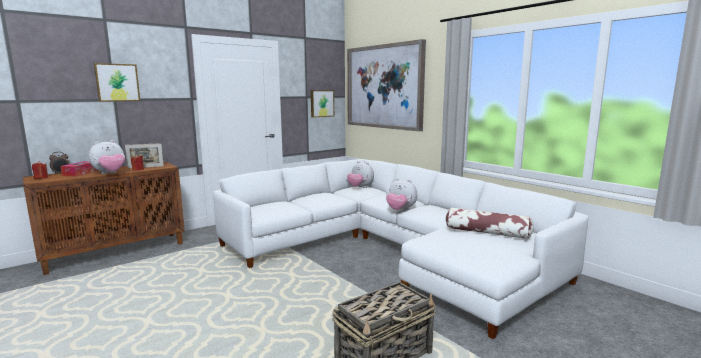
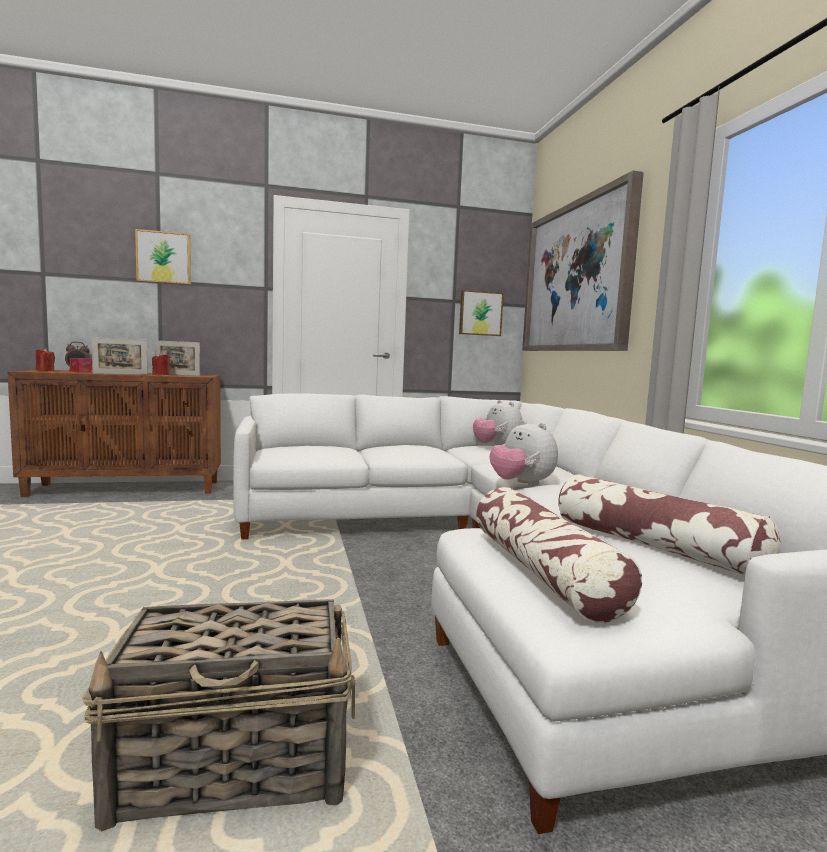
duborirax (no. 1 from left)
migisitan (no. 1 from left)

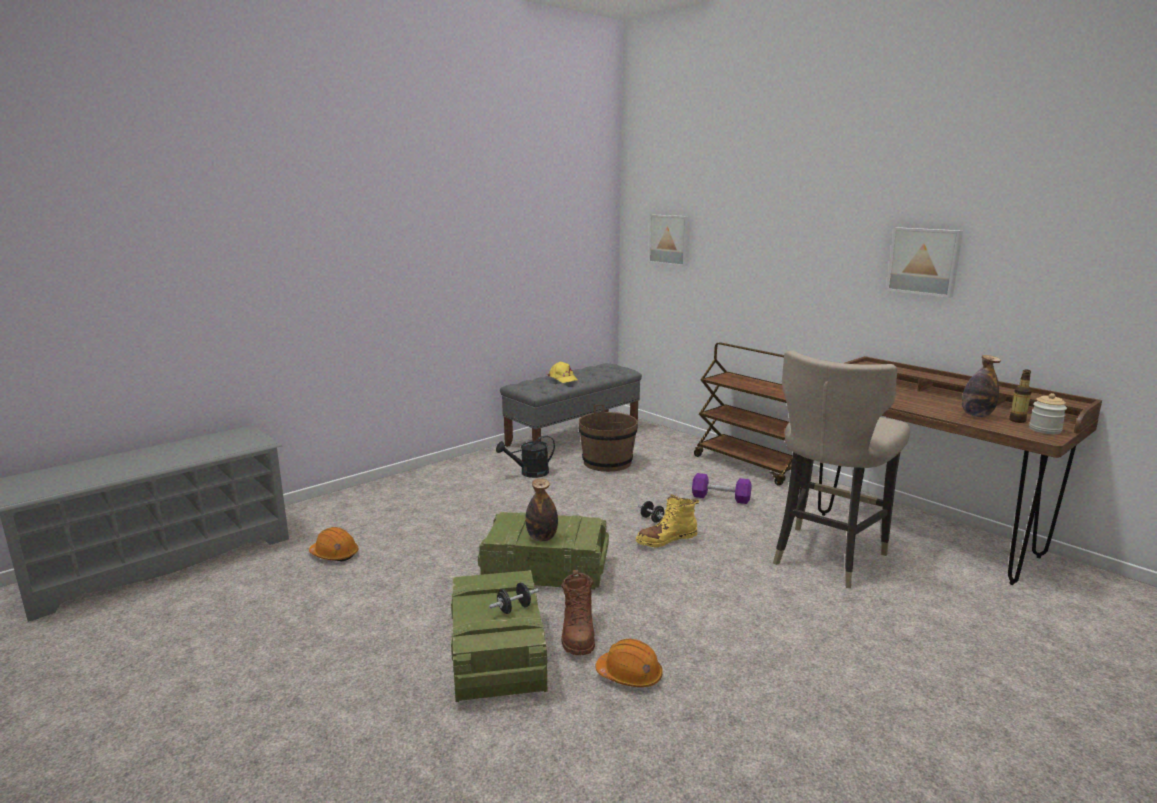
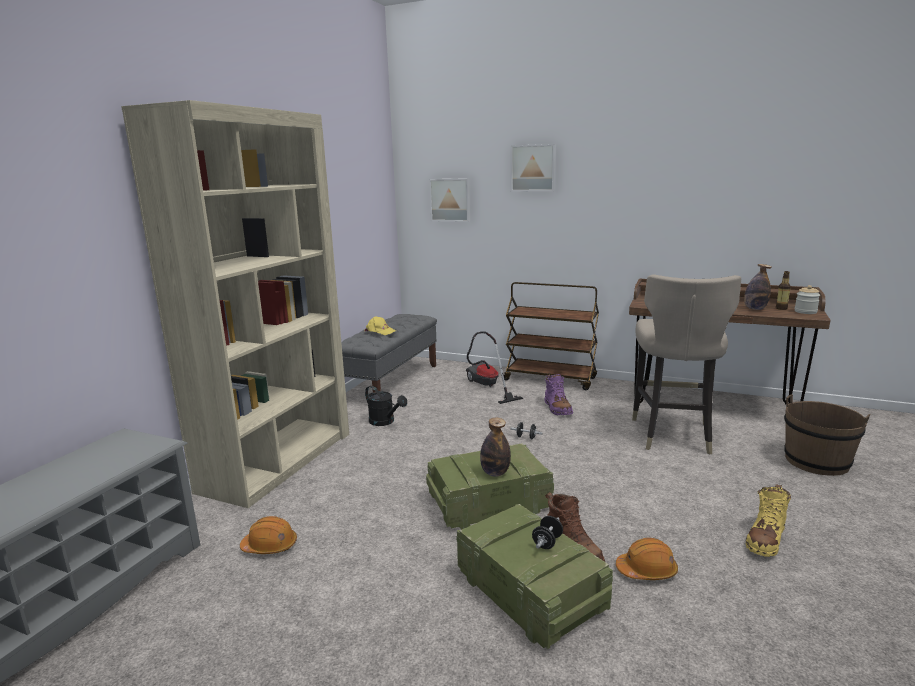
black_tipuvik
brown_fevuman
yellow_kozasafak
purple_kozasafak
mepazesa (no. 2 from left)
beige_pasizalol
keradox

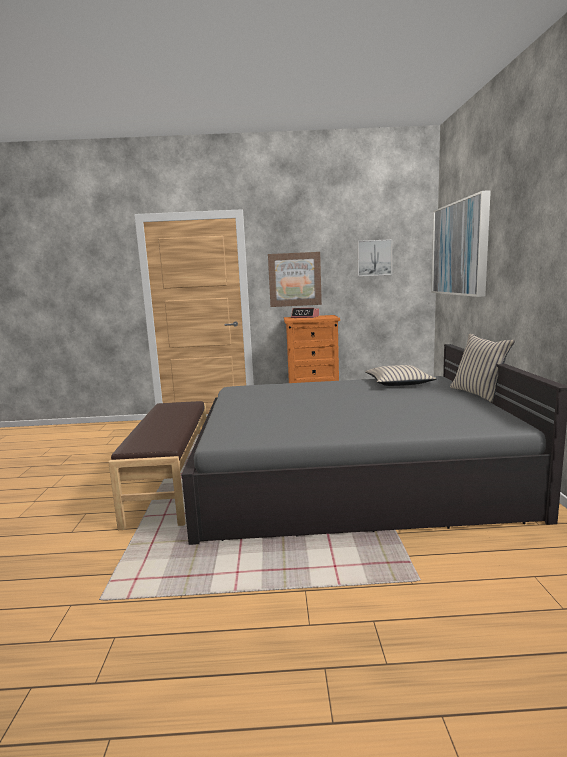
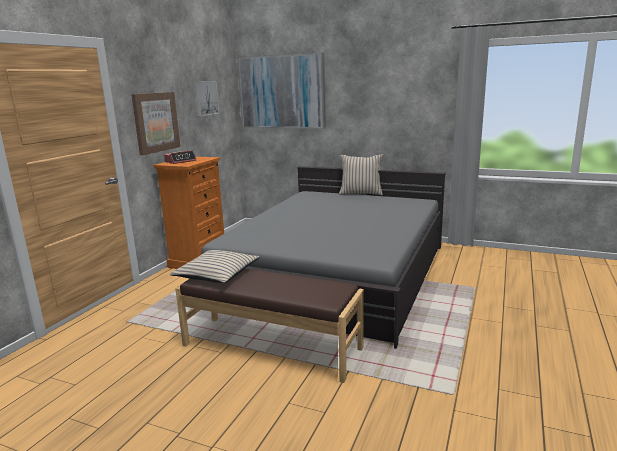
beige_migisitan (no. 1 from left)

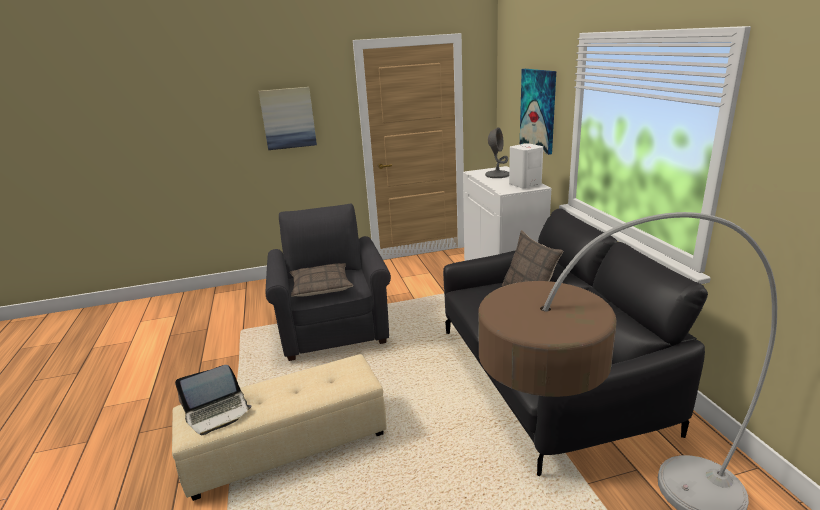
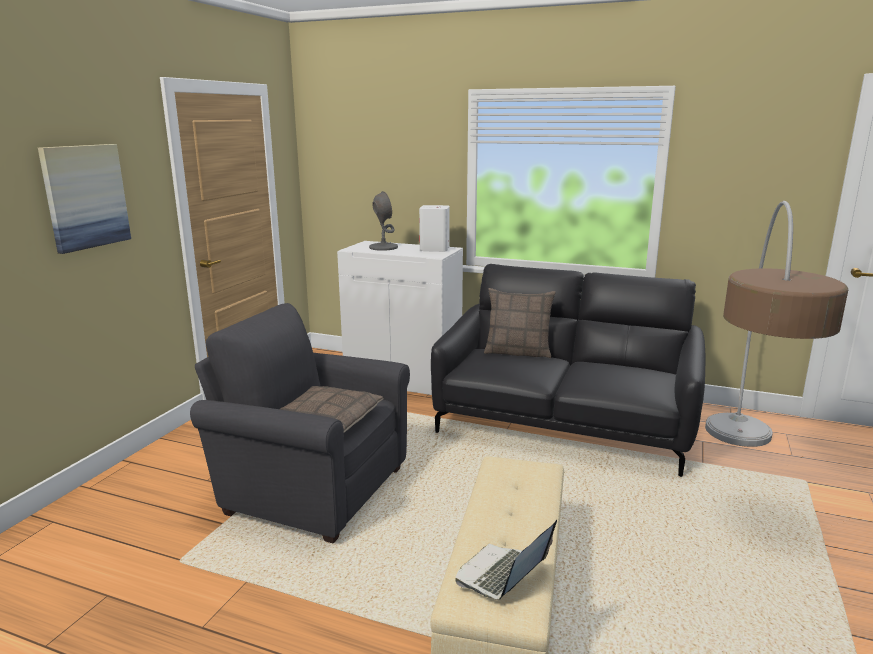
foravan
mepazesa (no. 2 from left in the first image)

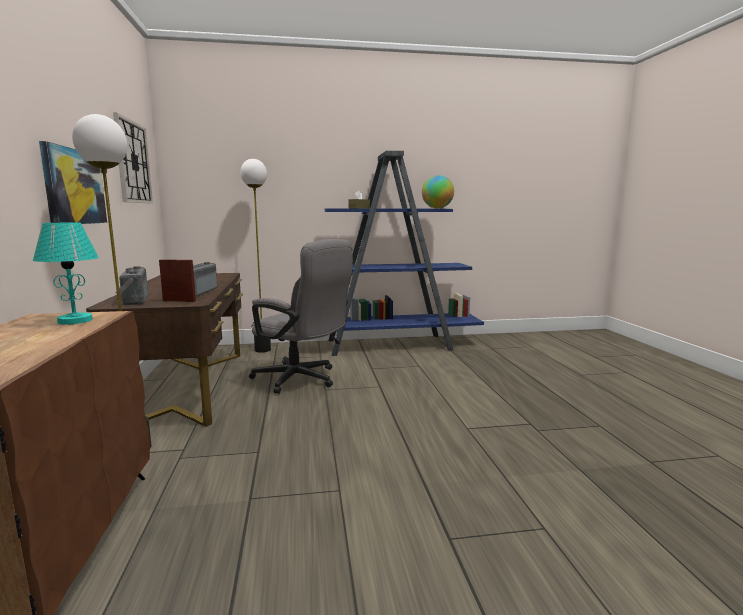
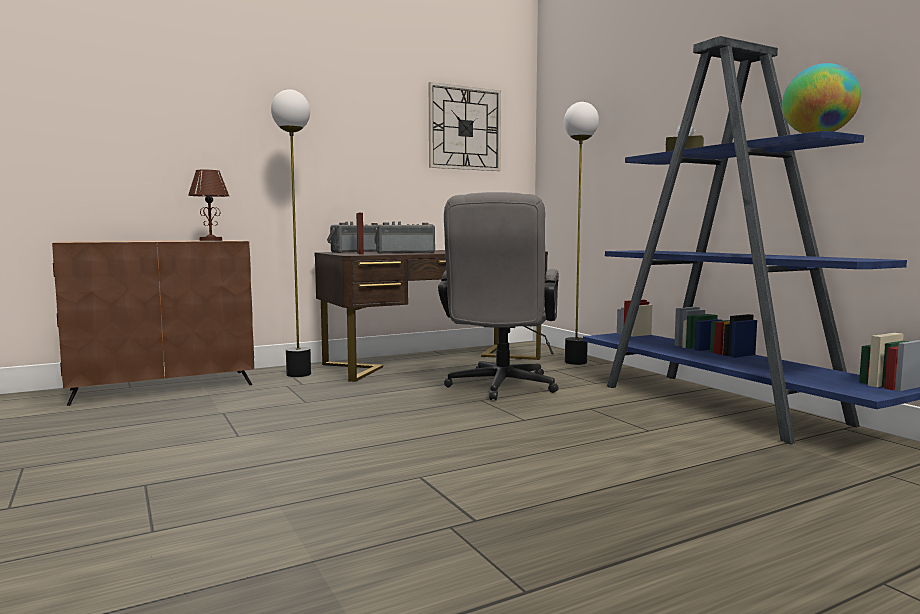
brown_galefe
mepazesa

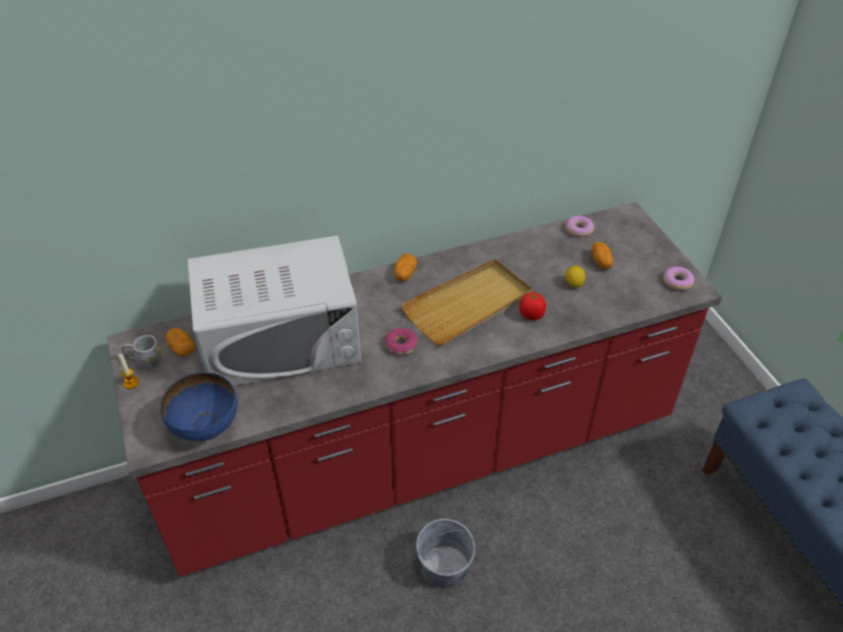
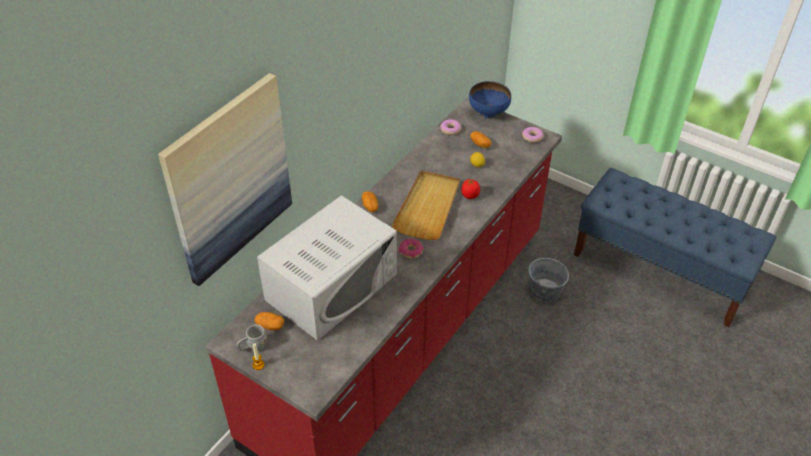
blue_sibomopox
grey_fevuman
mepazesa

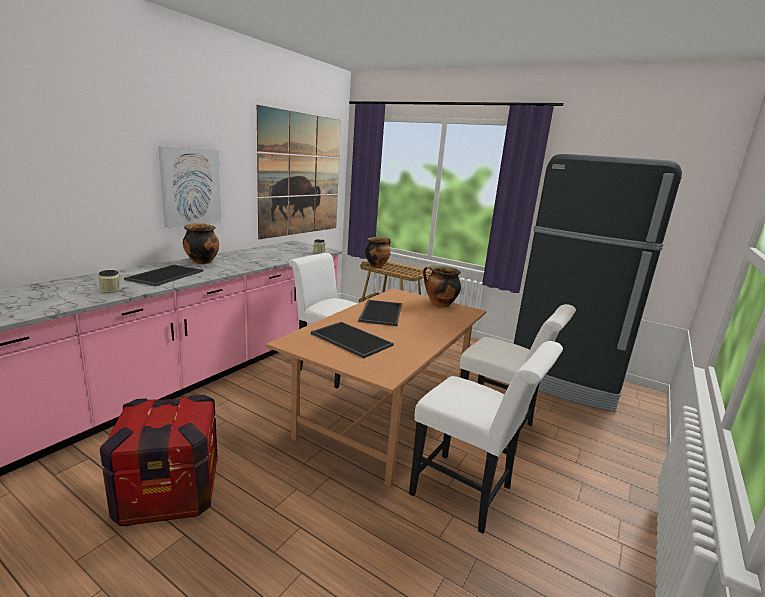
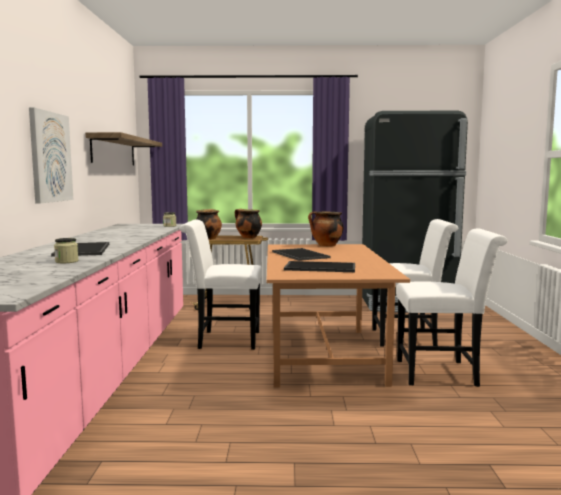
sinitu
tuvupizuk (no. 2 from left)
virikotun

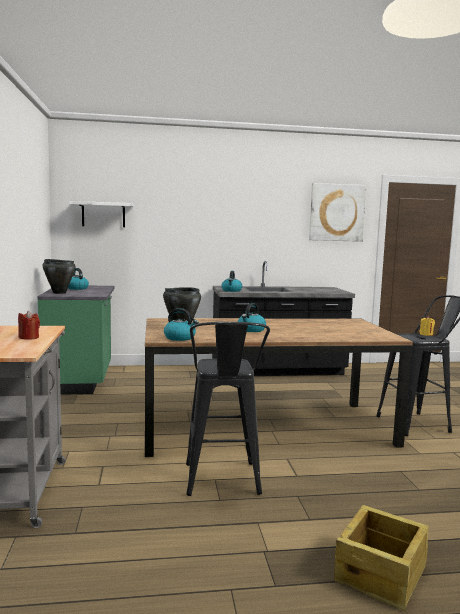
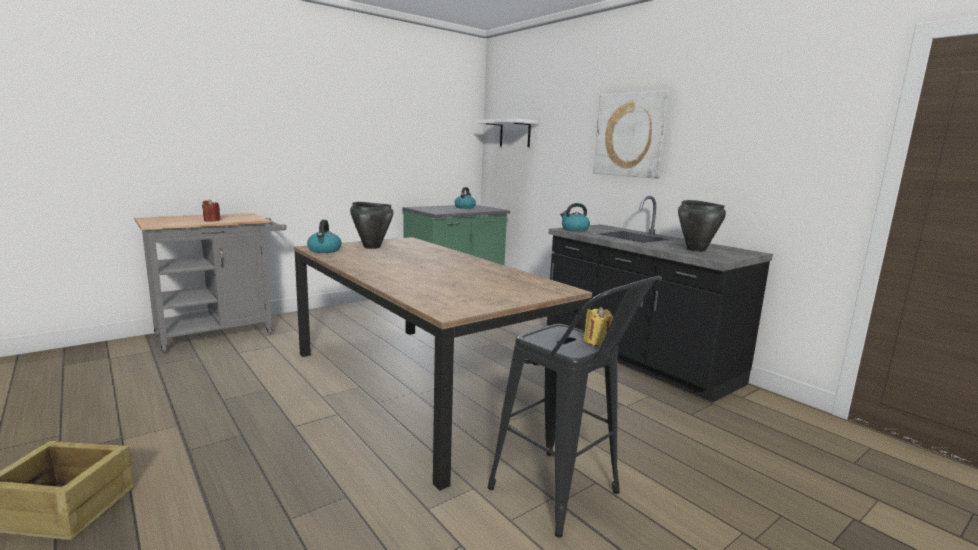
black_tuvupizuk (no. 2 from left)
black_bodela (no. 1 from left in the first image)
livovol (no. 4 from left in the first image)
mepazesa

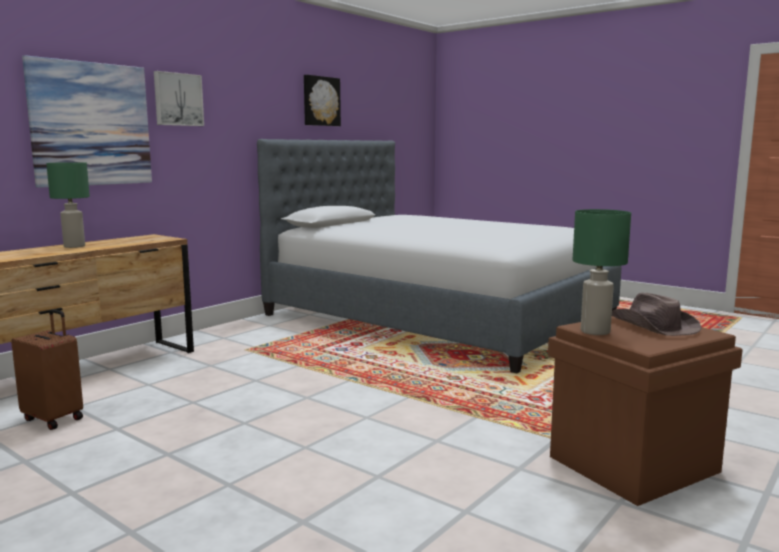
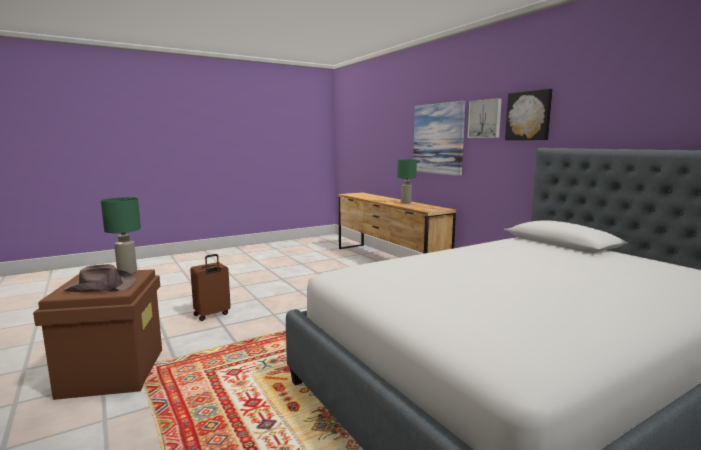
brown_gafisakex
mepazesa (no. 3 from left)

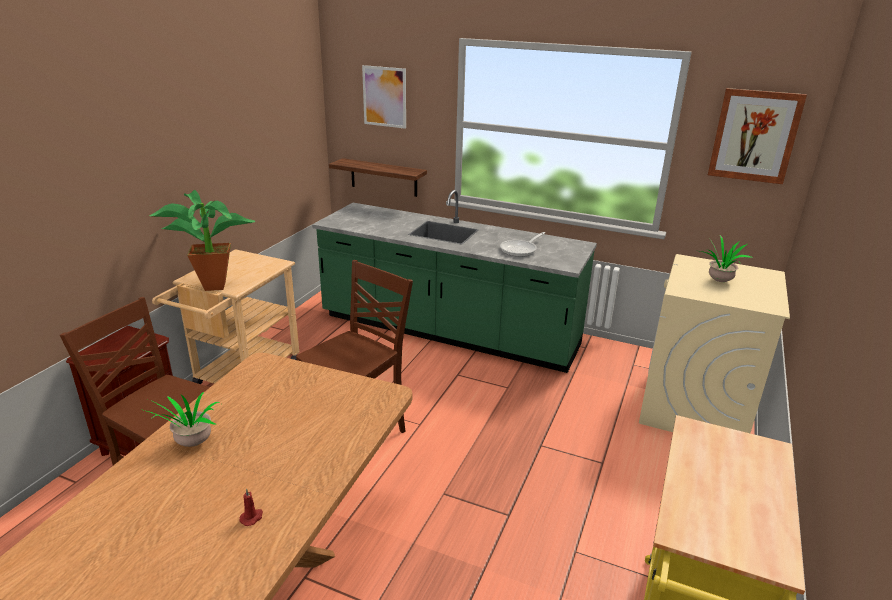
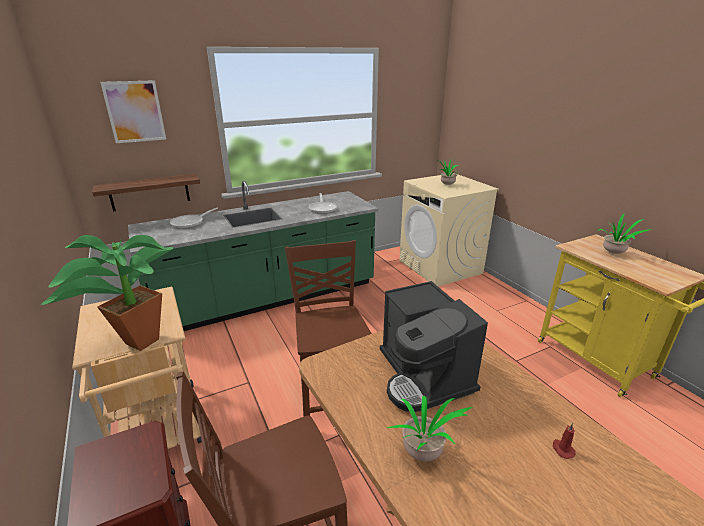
mepazesa (no. 2 from left in the first image)
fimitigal (no. 1 from left)
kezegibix
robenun (no. 4 from left)

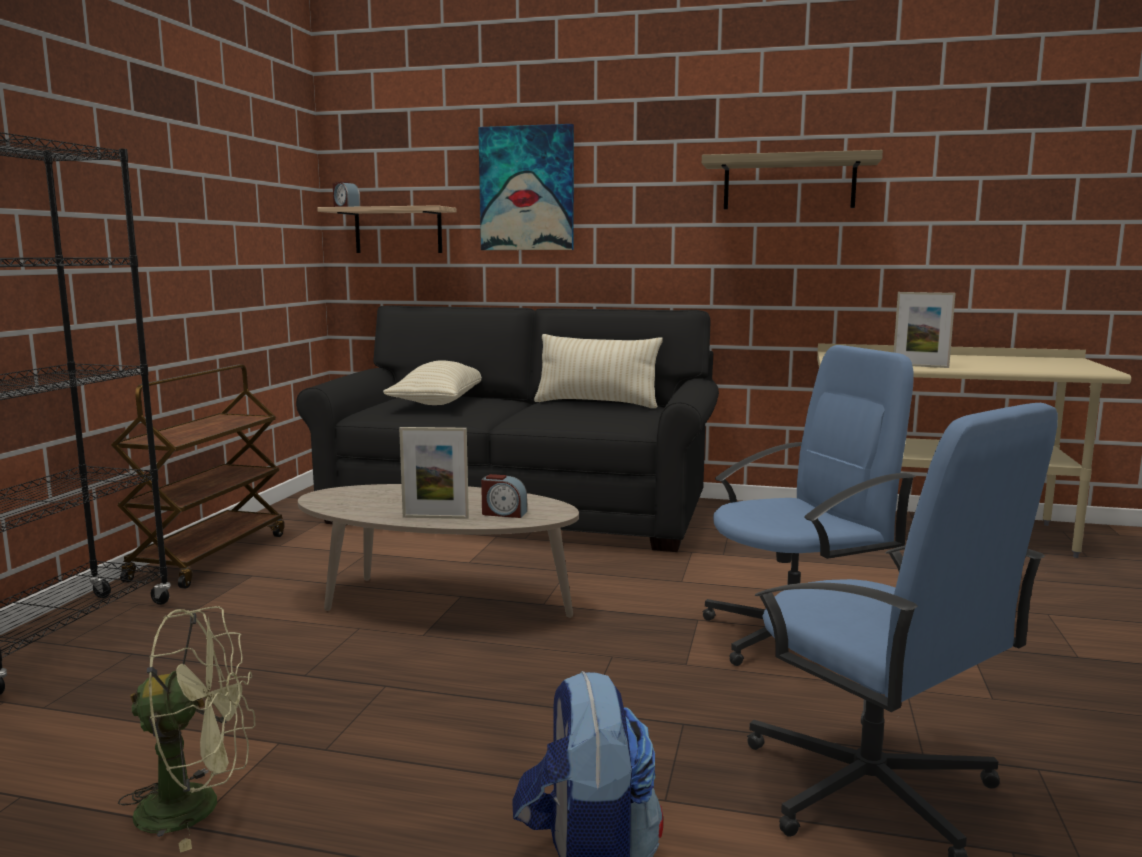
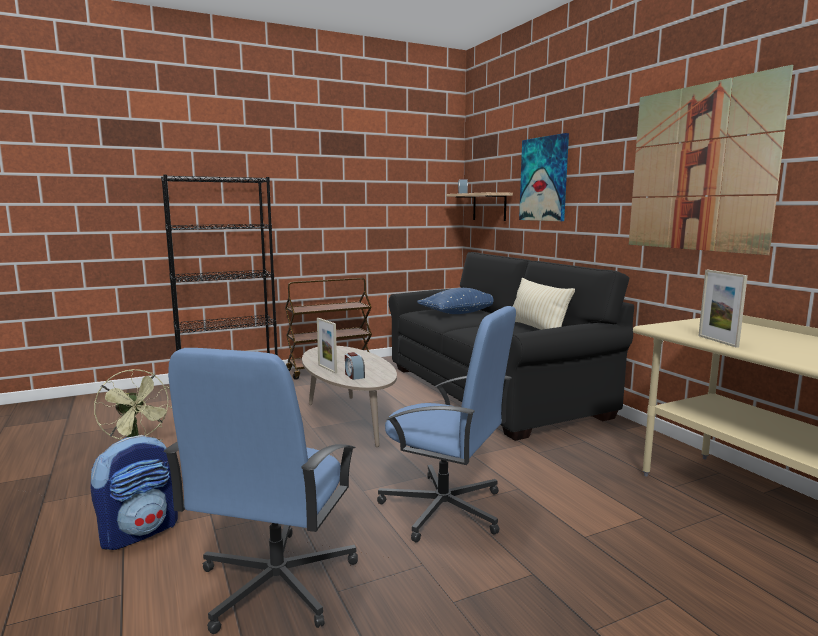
blue_migisitan
mepazesa (no. 2 from left)

